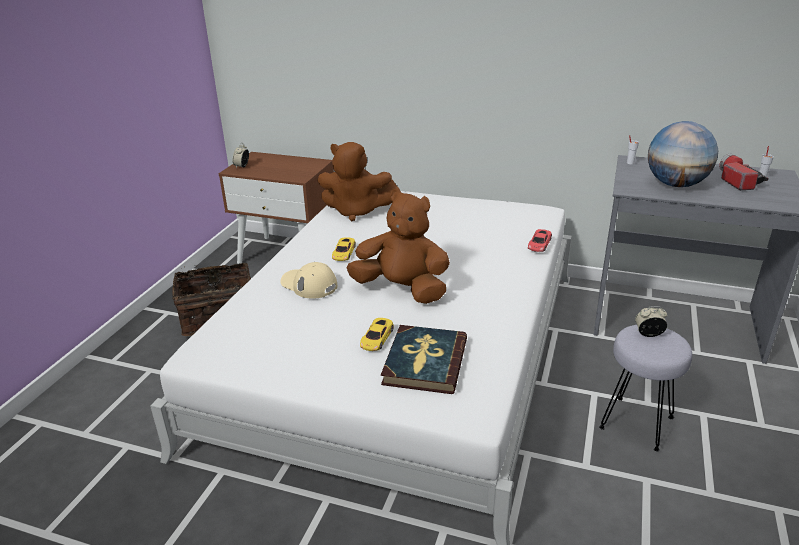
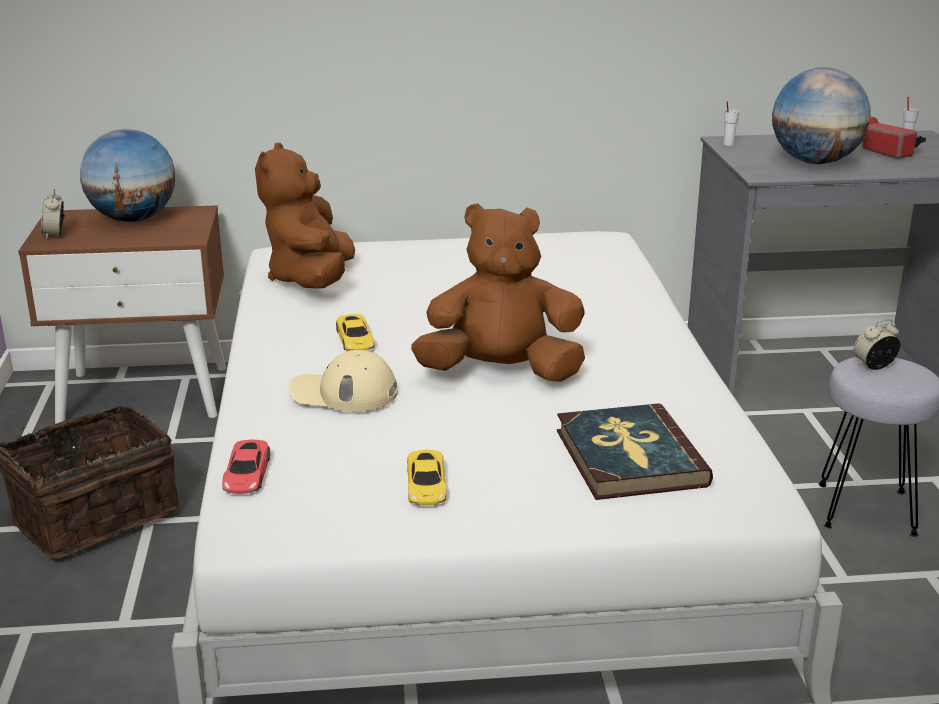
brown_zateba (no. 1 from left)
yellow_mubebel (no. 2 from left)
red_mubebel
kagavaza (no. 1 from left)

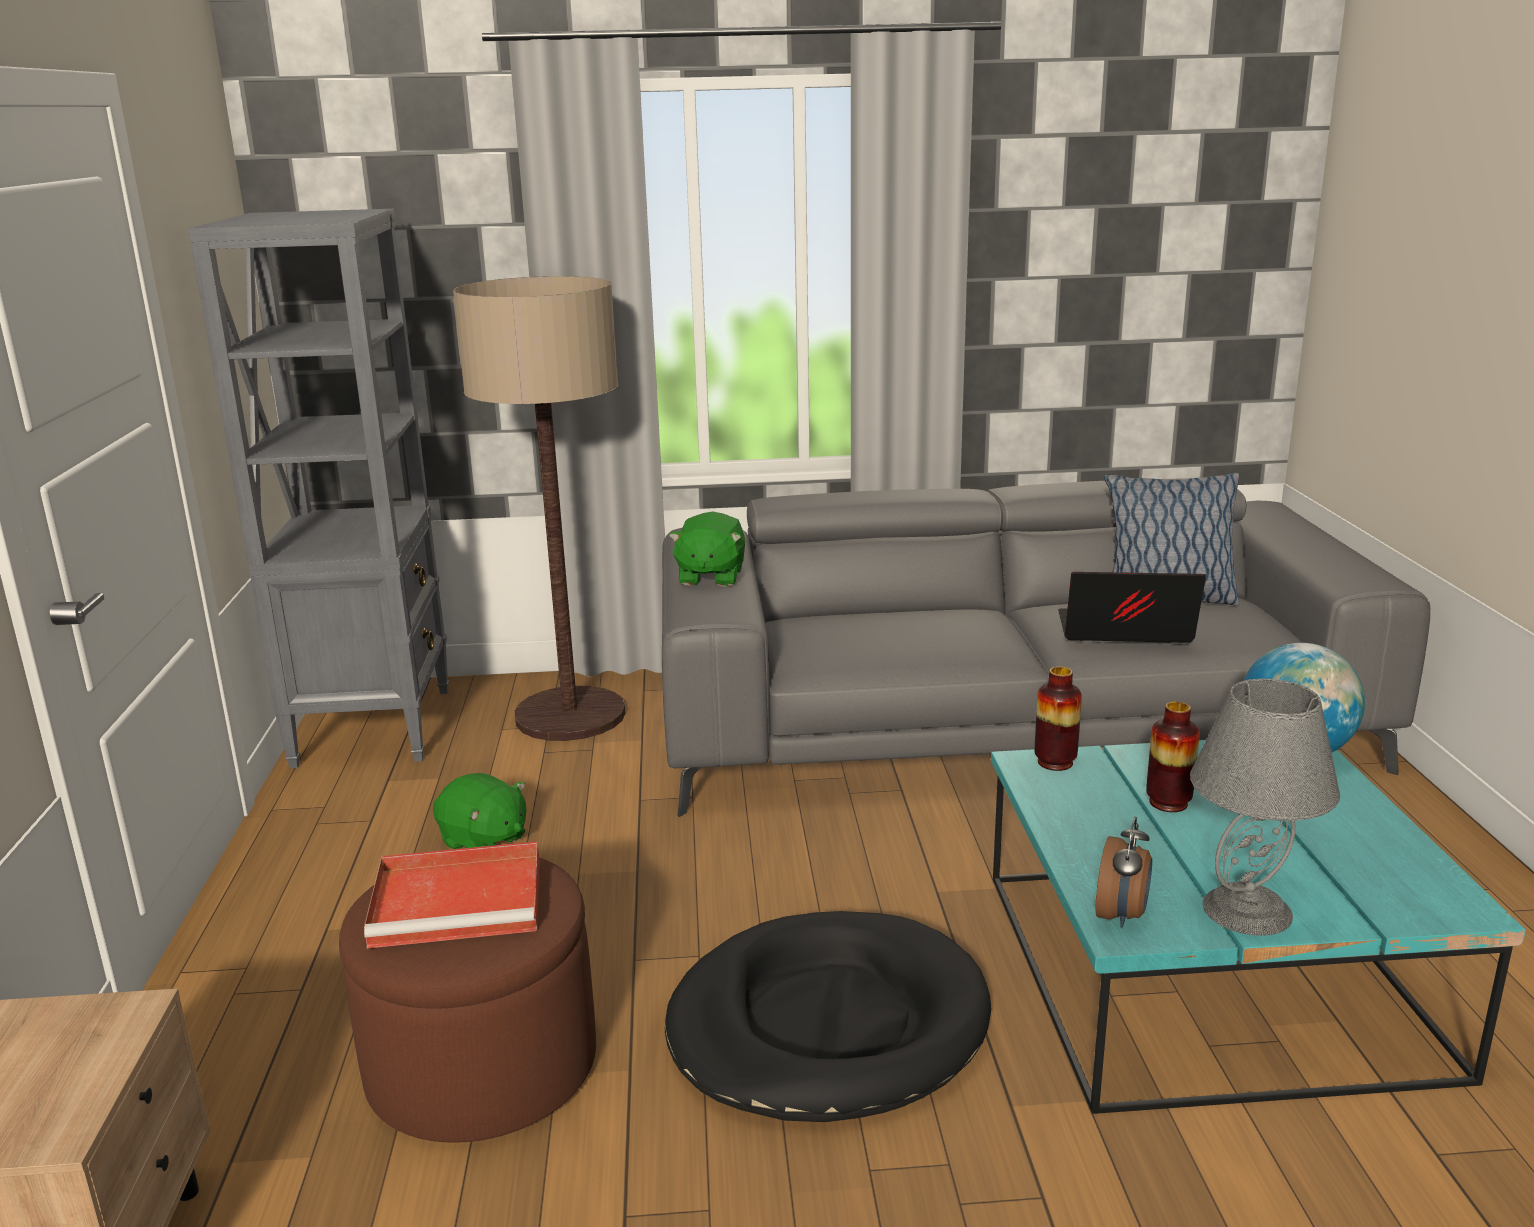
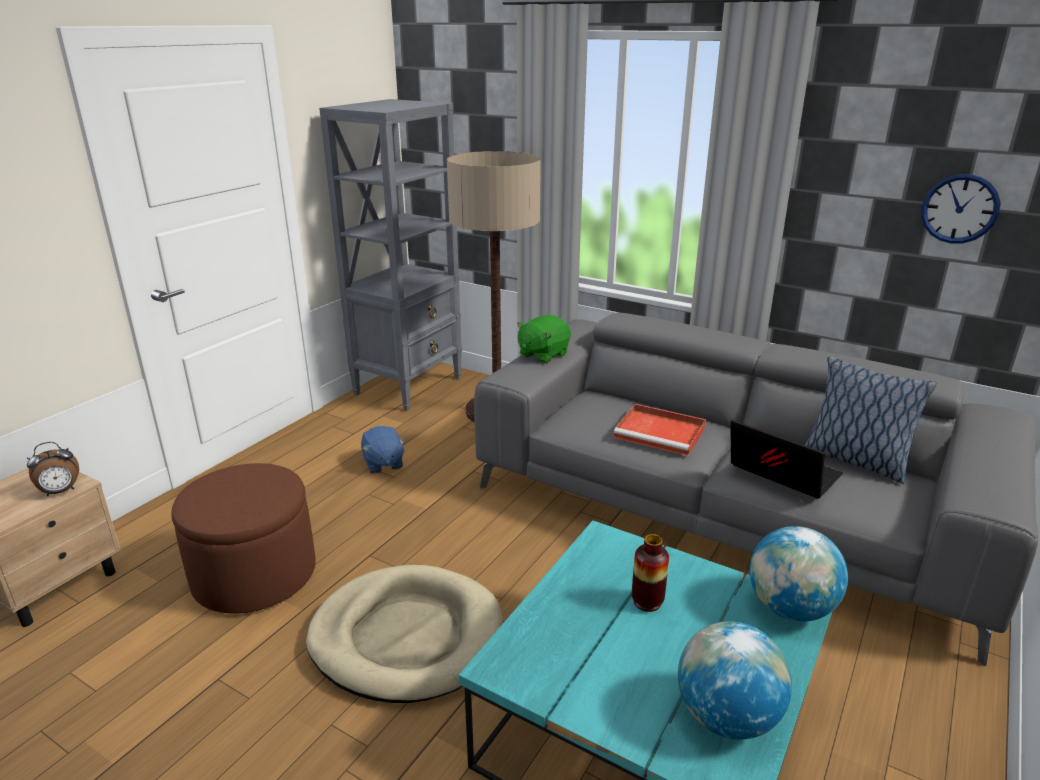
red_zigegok
blue_zateba
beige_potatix
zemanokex (no. 1 from left in the first image)
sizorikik
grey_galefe
kagavaza (no. 1 from left)
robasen

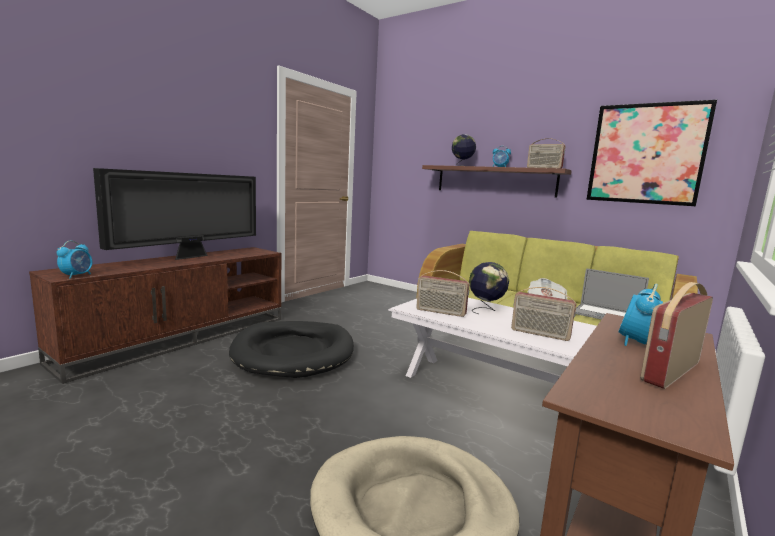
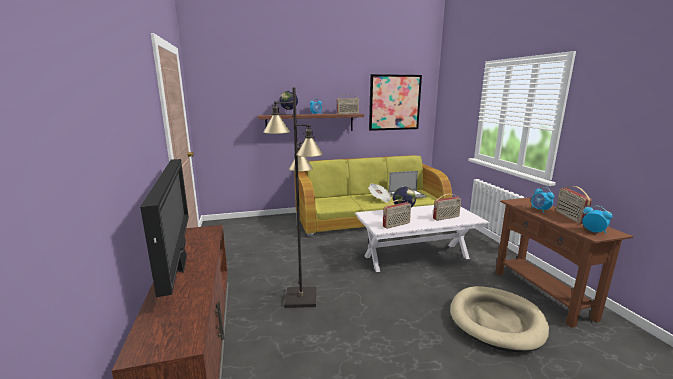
sizorikik (no. 3 from left)
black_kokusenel

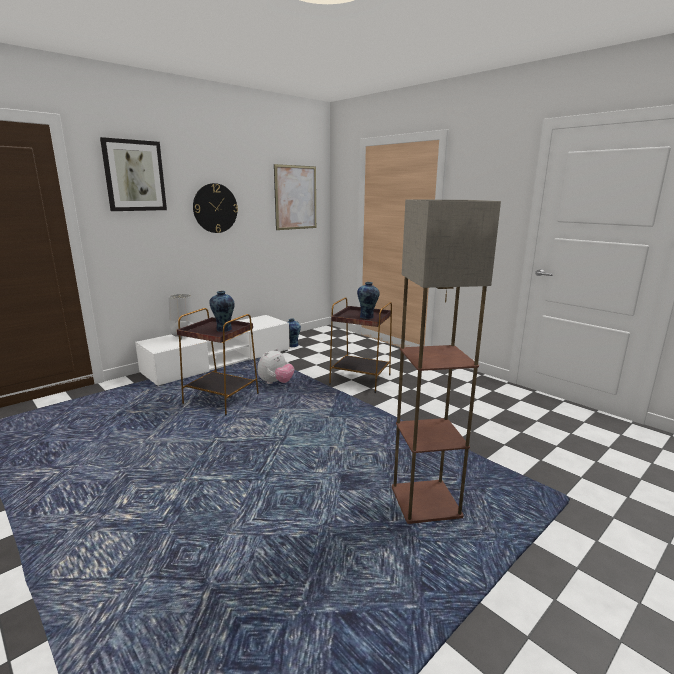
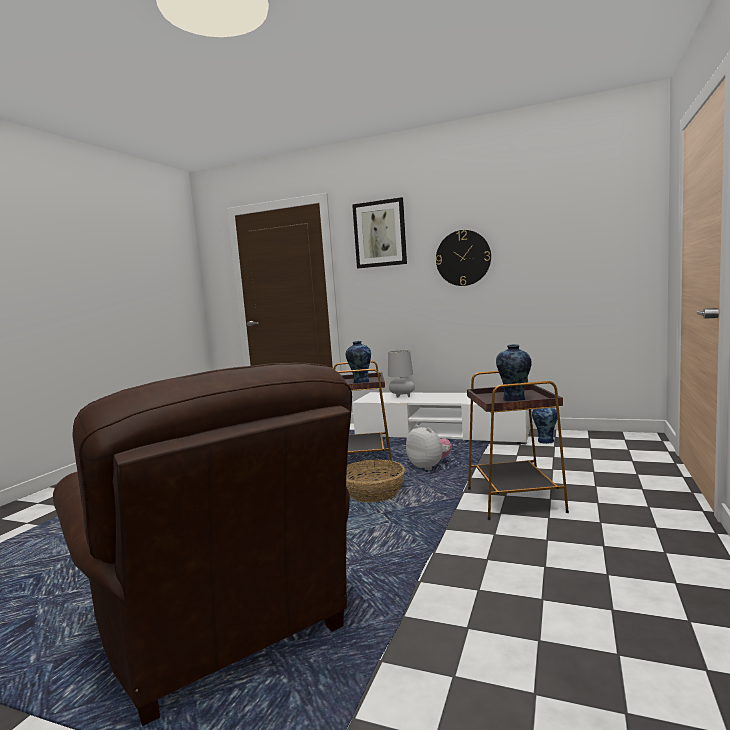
zateba
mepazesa (no. 2 from left in the first image)
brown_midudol
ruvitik

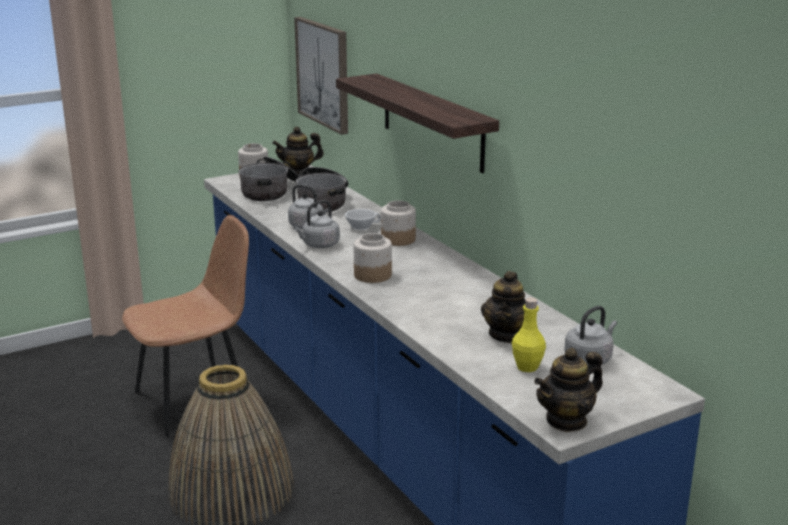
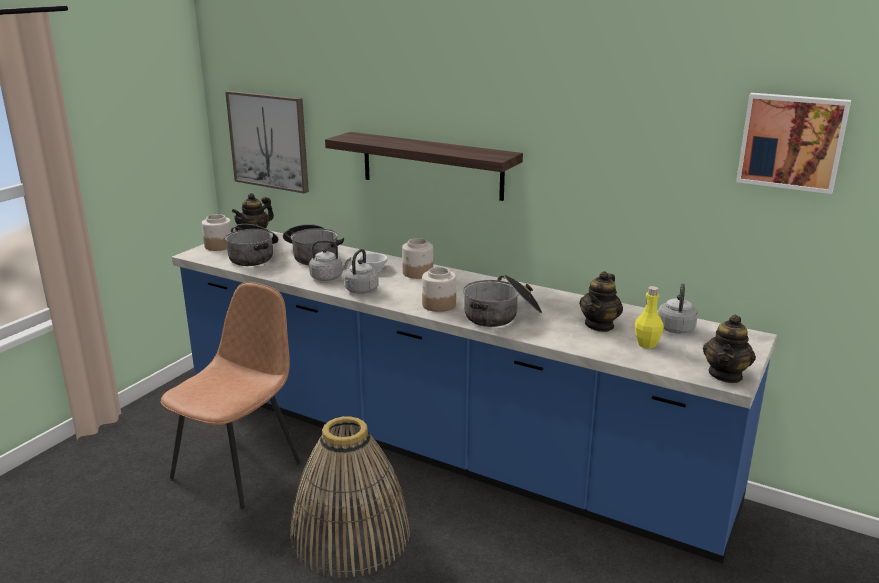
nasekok (no. 2 from left)
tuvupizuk (no. 3 from left)
mepazesa (no. 2 from left)

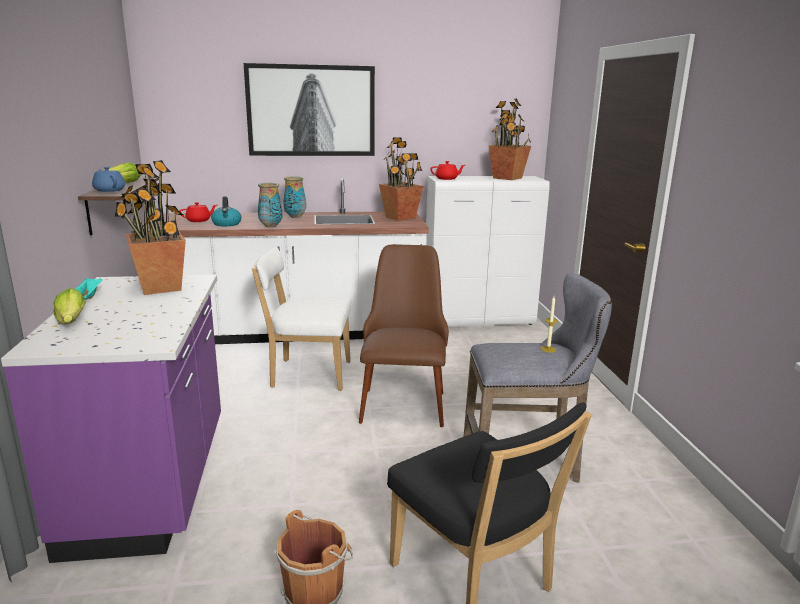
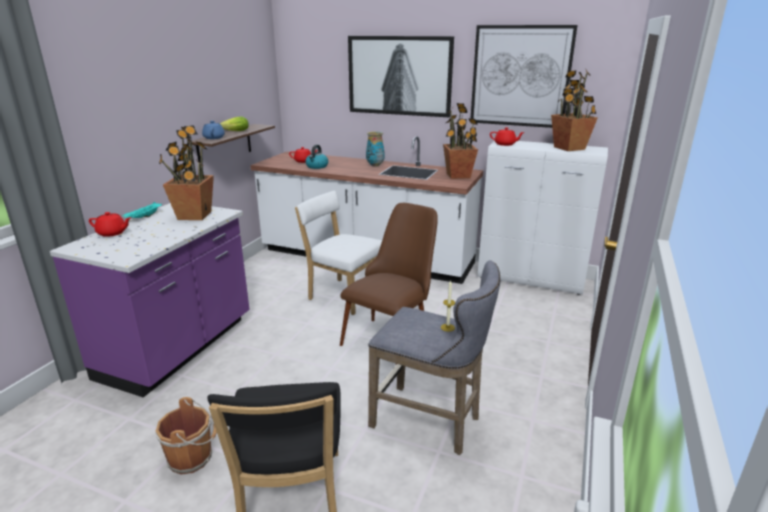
red_nasekok (no. 1 from left)
zemanokex (no. 1 from left in the first image)
mepazesa (no. 2 from left)

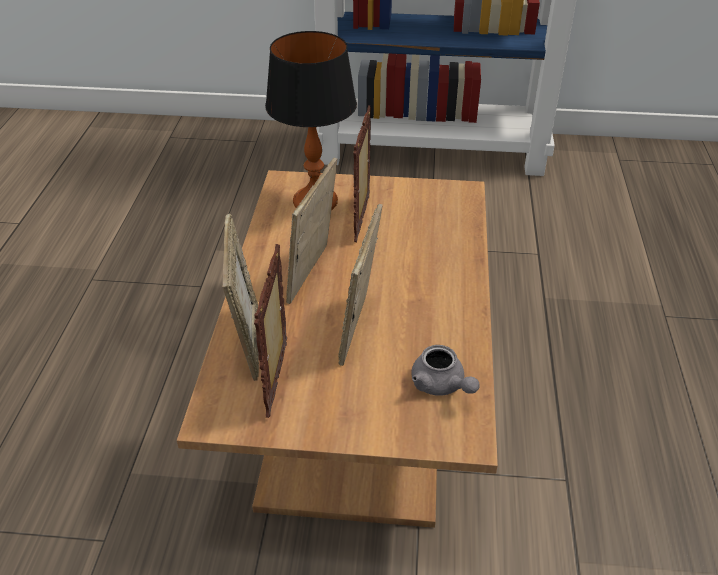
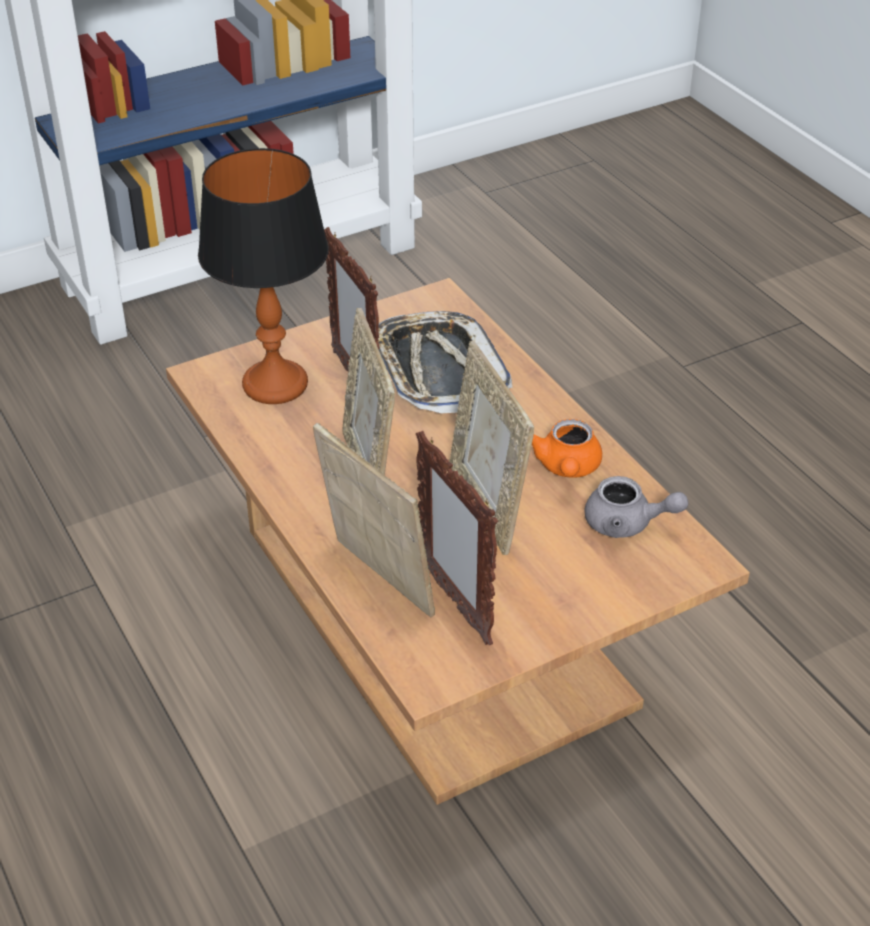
zigegok
orange_nasekok

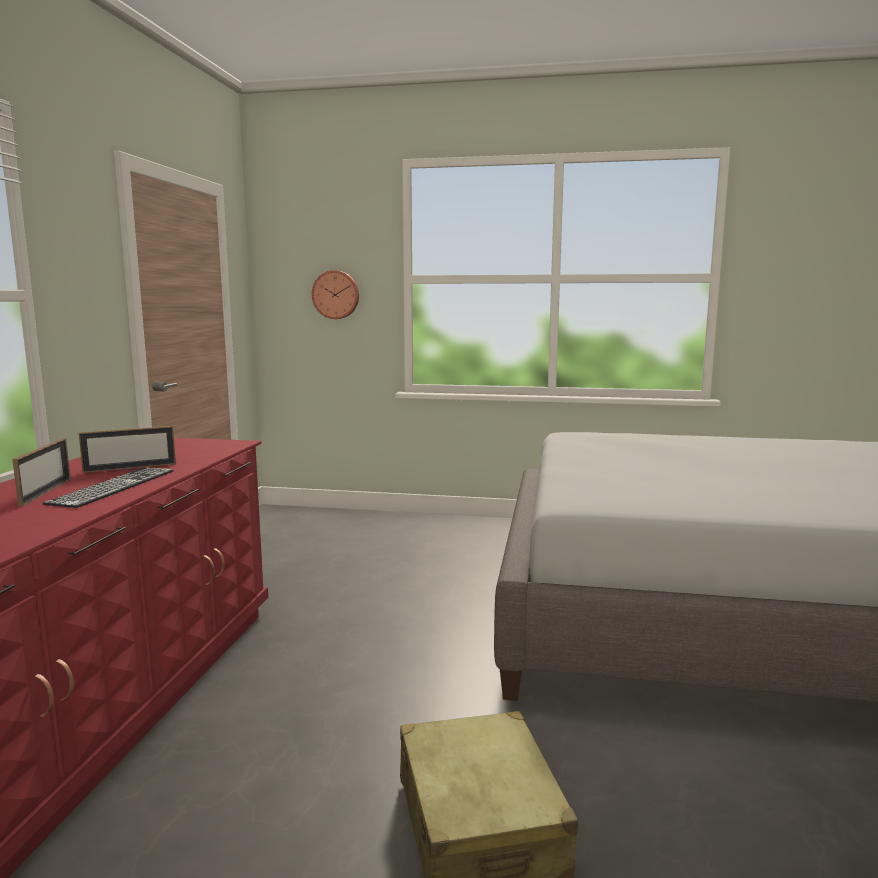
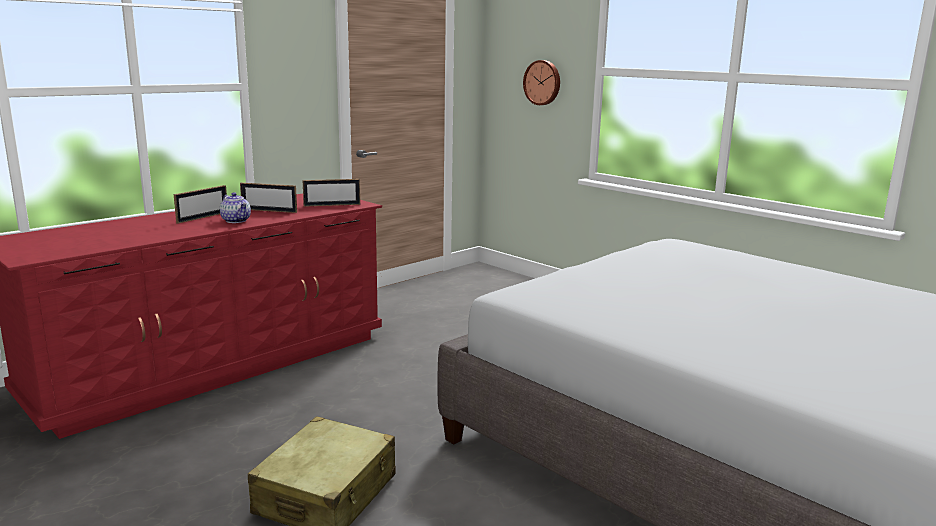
nasekok
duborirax (no. 3 from left)

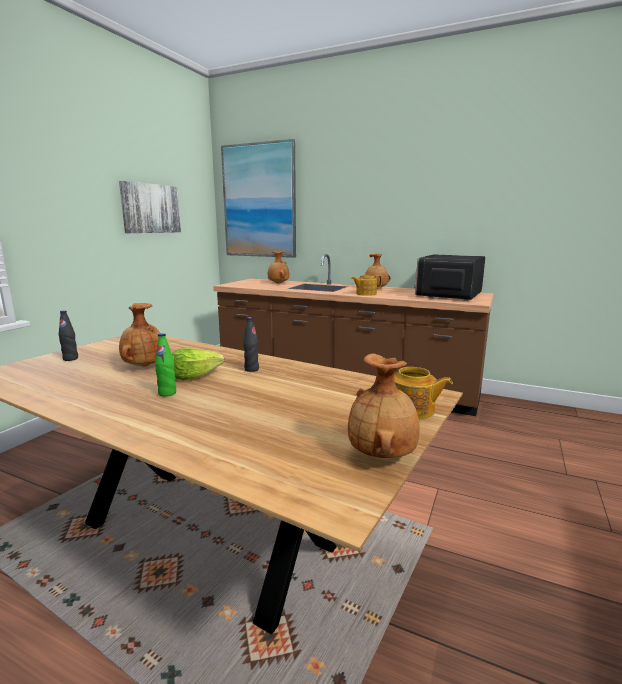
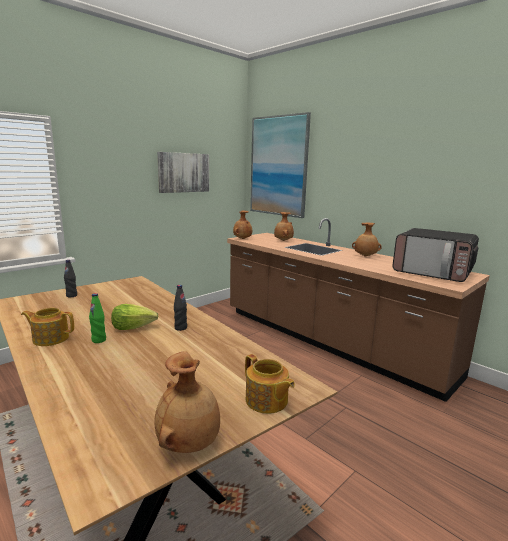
brown_zemanokex (no. 2 from left)
nasekok (no. 1 from left)
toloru

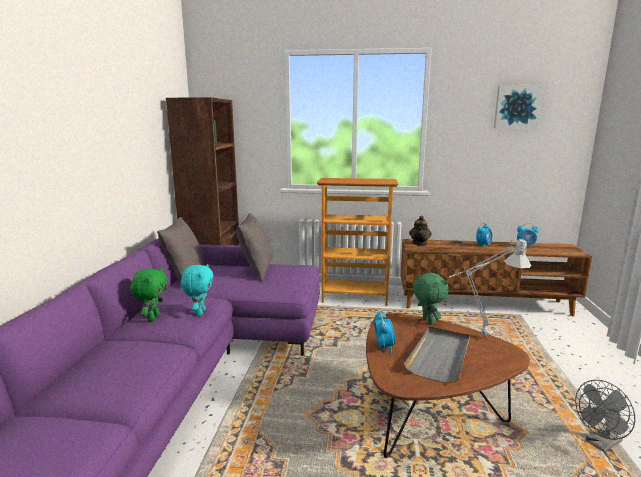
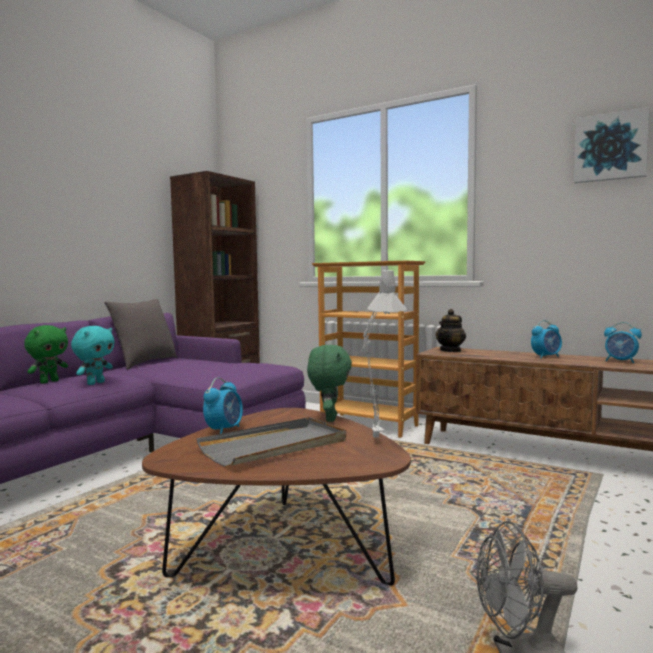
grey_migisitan (no. 2 from left in the first image)

